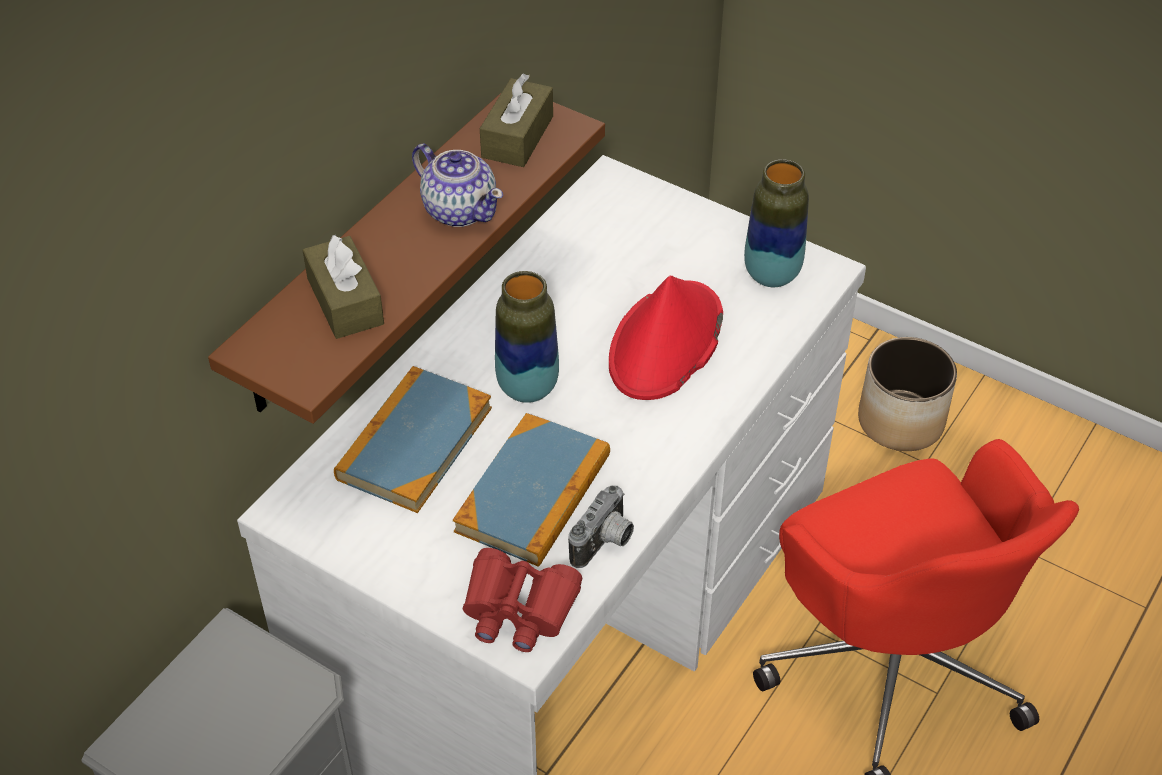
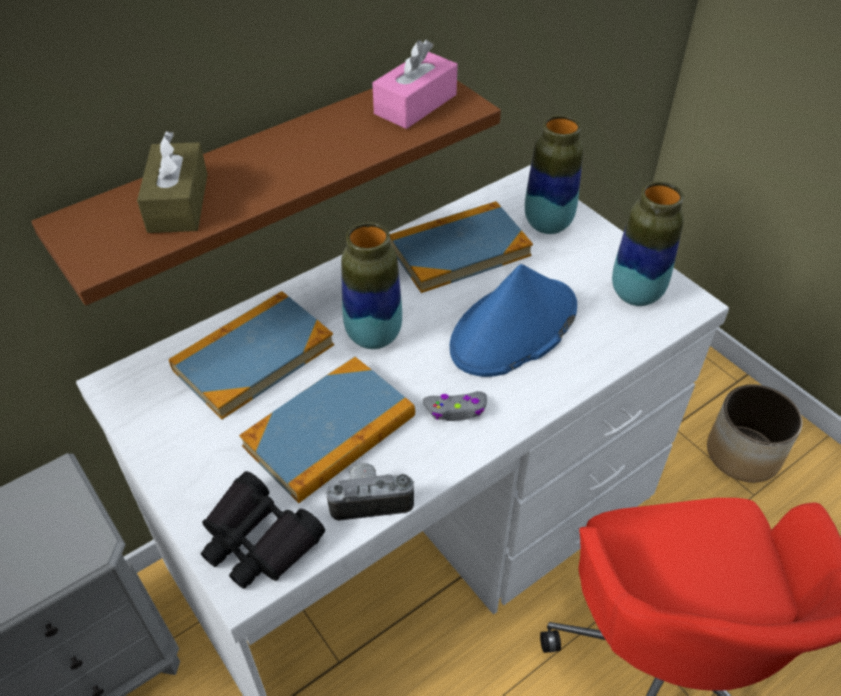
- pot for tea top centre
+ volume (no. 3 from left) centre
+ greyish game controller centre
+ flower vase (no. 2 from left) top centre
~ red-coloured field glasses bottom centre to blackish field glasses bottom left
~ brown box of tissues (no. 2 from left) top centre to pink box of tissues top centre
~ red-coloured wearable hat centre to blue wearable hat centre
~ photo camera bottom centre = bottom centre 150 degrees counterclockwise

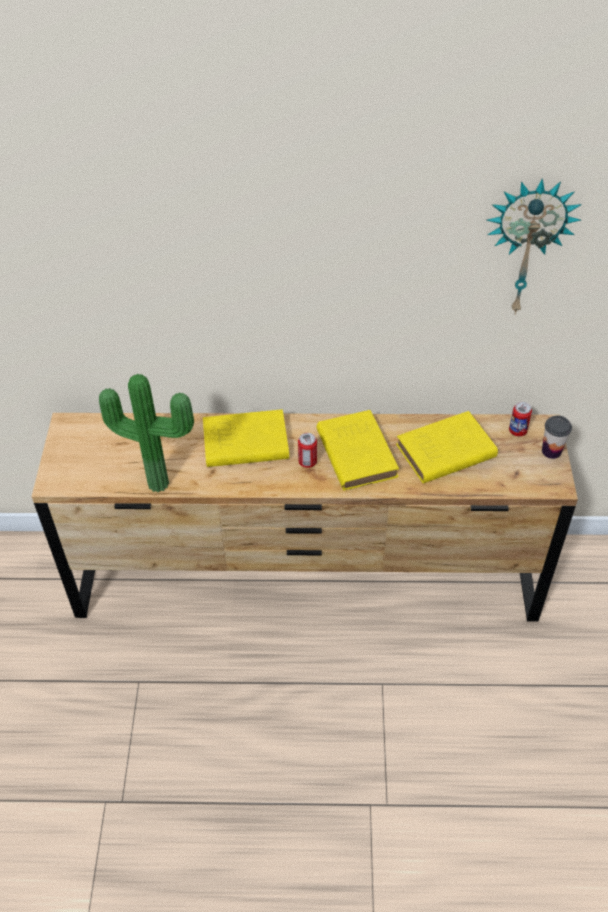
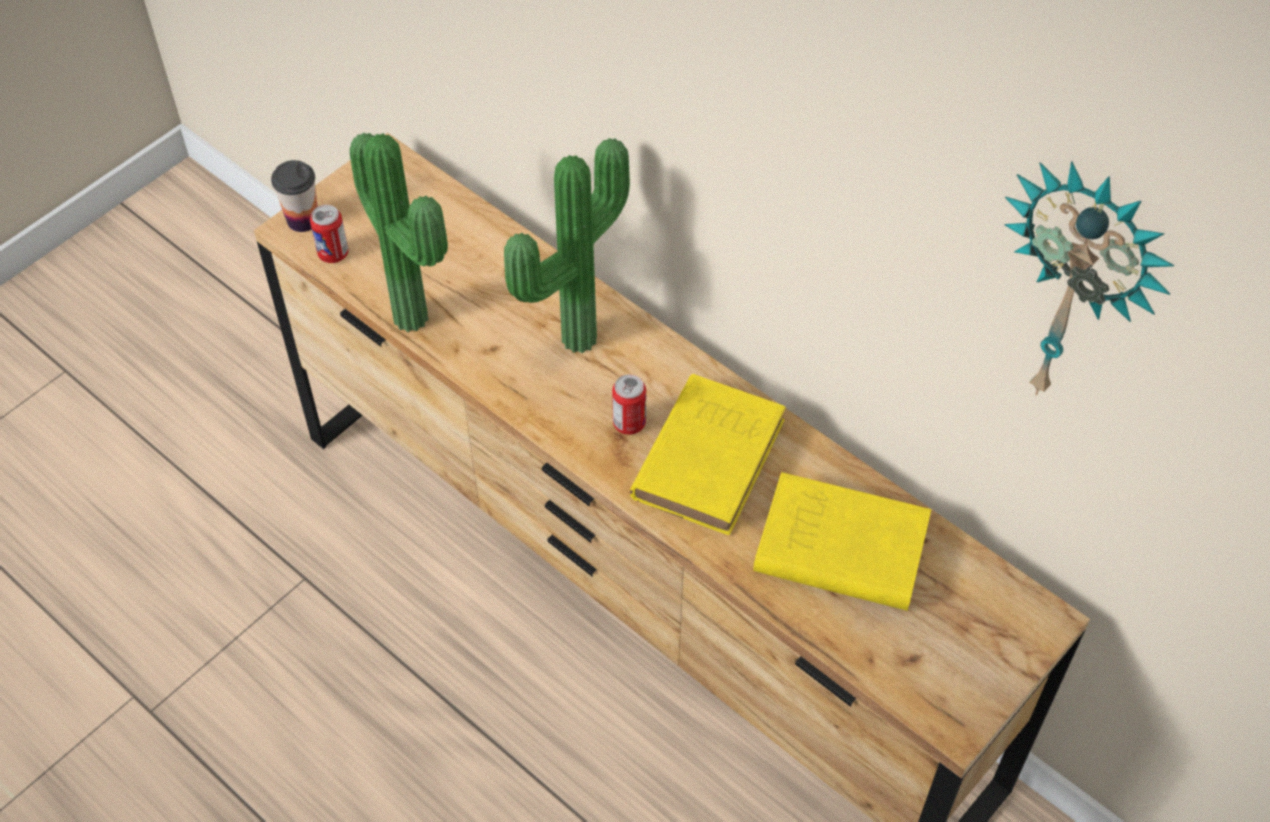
~ sealed can (no. 2 from left in the first image) middle right to sealed can (no. 1 from left) top left
~ small cup middle right to top left
~ yellow-coloured volume (no. 1 from left) centre to houseplant (no. 2 from left) top centre

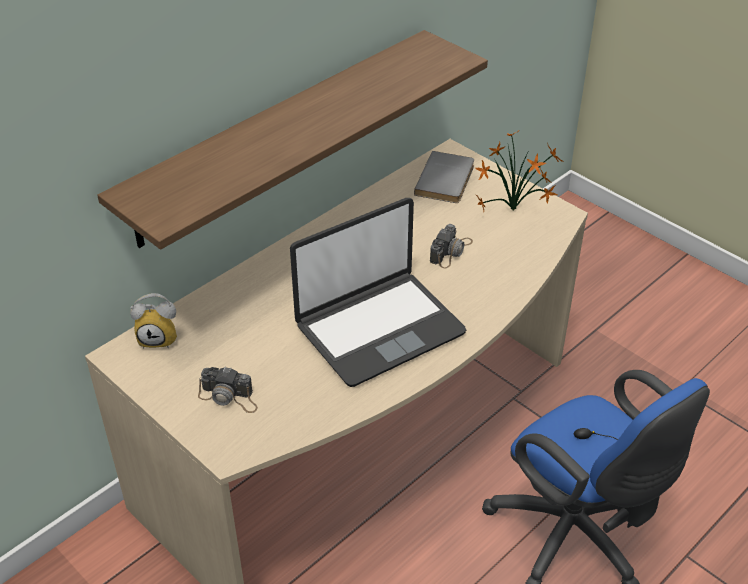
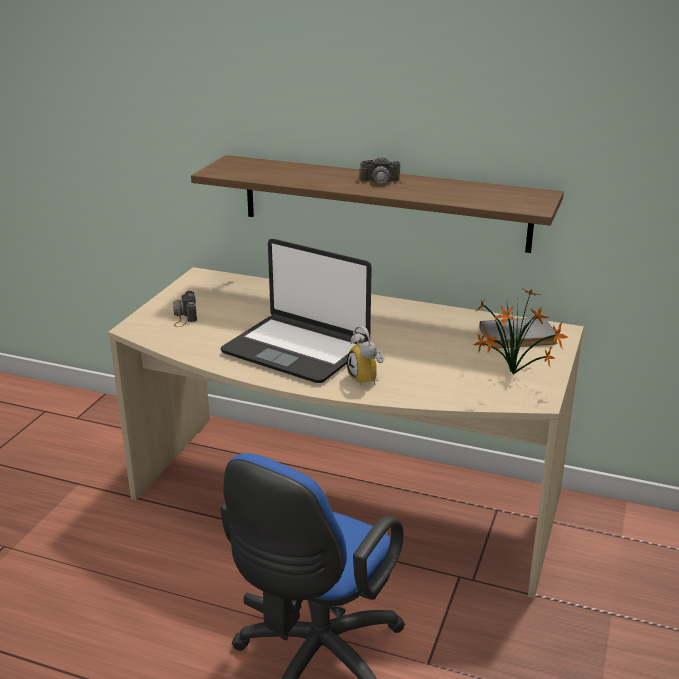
~ bedside clock middle left to centre
~ photo camera (no. 2 from left) centre to top centre

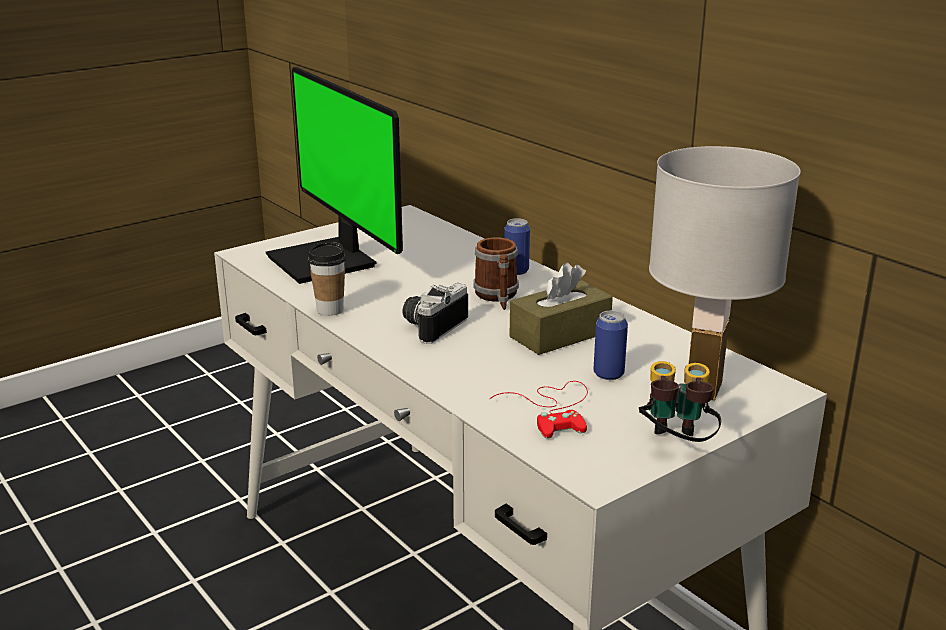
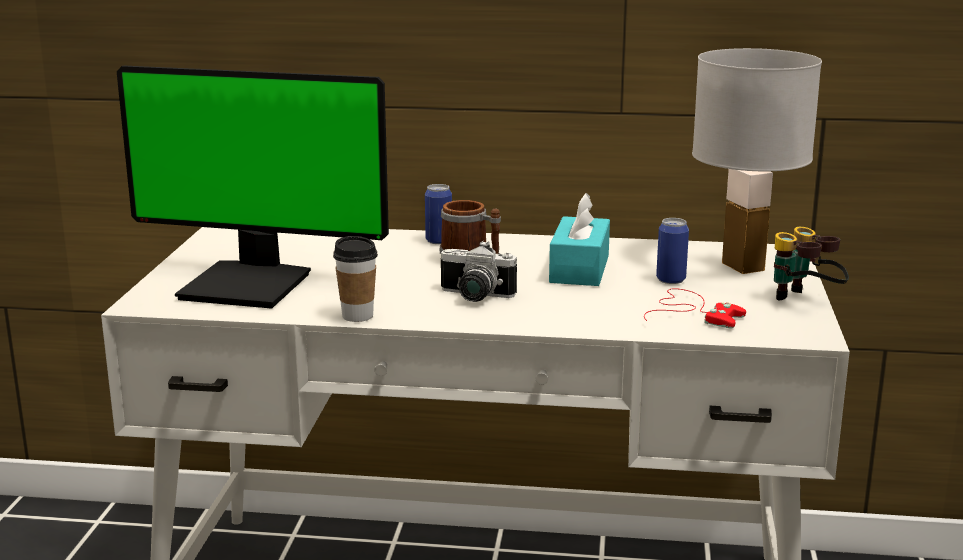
~ brown box of tissues centre to turquoise box of tissues centre
~ photo camera centre = centre 60 degrees counterclockwise

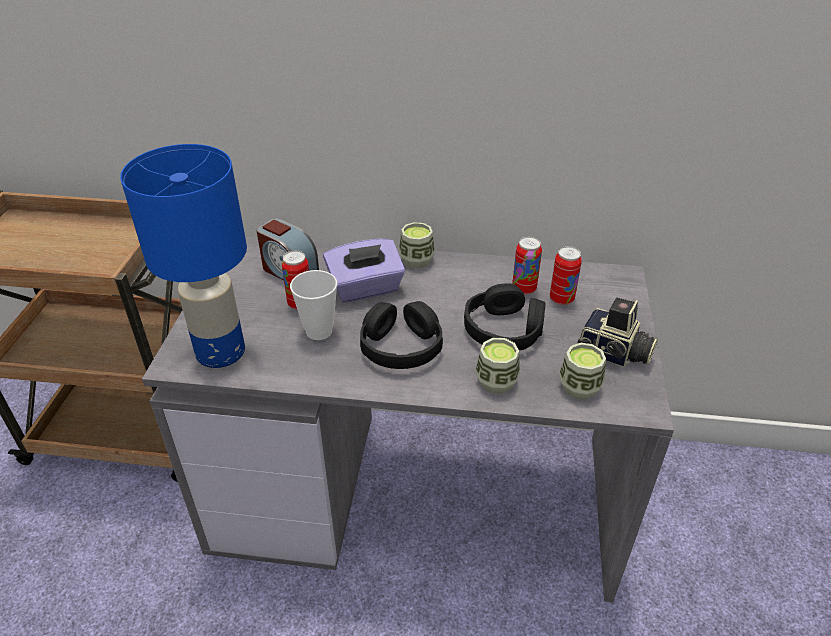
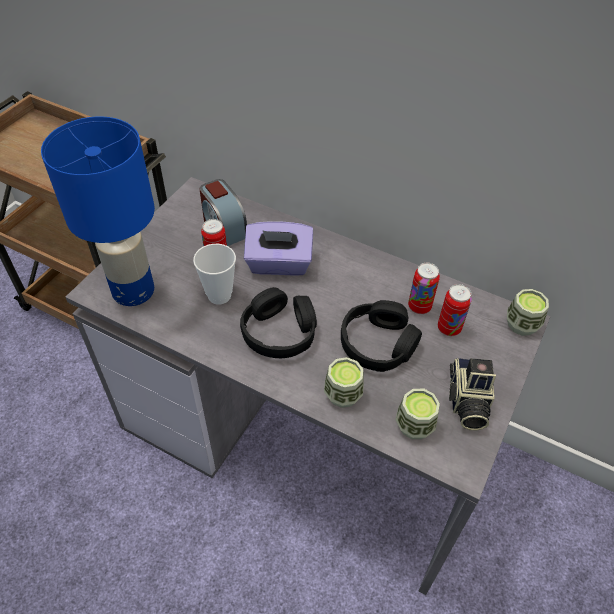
~ small cup (no. 2 from left in the first image) centre to small cup (no. 4 from left) middle right
~ photo camera middle right = middle right 45 degrees clockwise

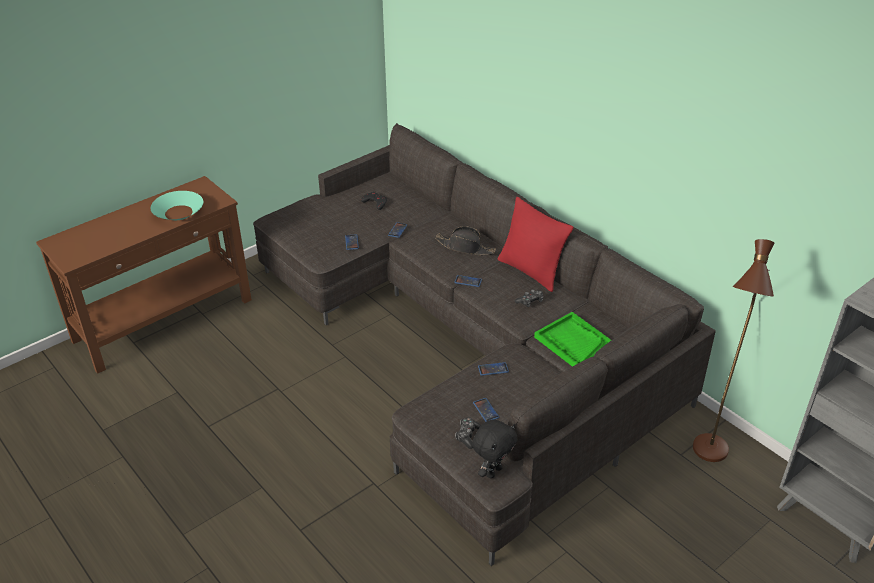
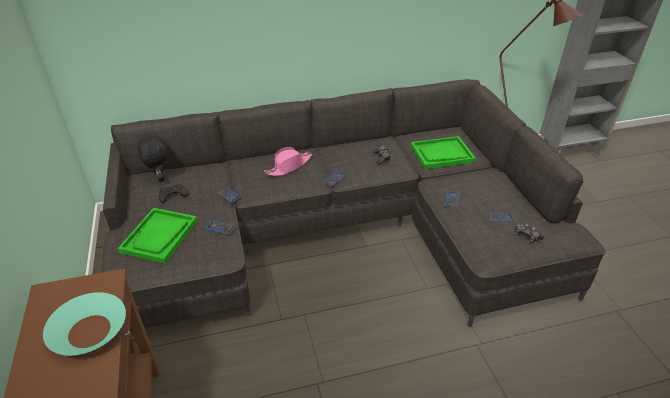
- red-coloured cushion centre
+ greenish serving tray (no. 1 from left) middle left
~ blackish soft toy bottom centre to middle left
~ blackish wearable hat centre to pink wearable hat centre

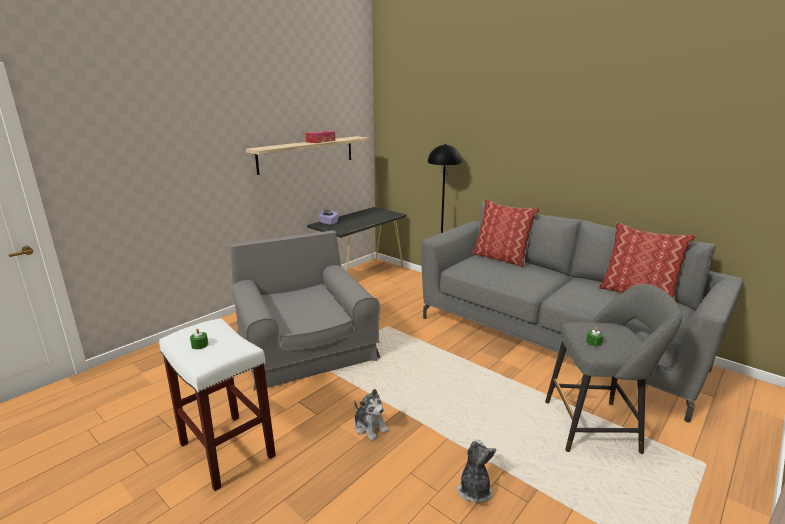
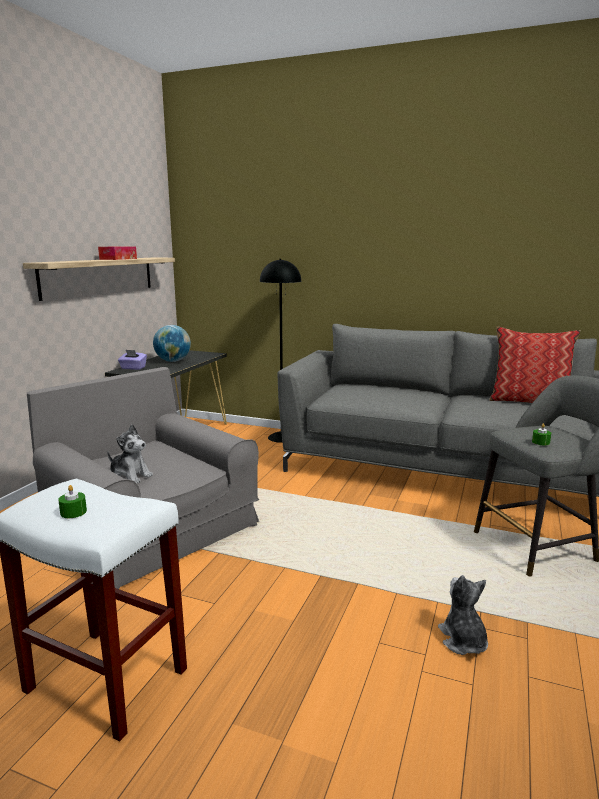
- cushion (no. 1 from left) centre
+ globe middle left
~ soft toy (no. 1 from left) bottom centre to middle left

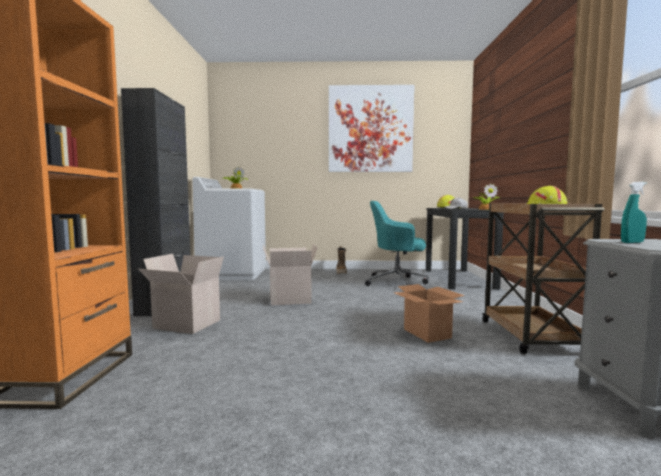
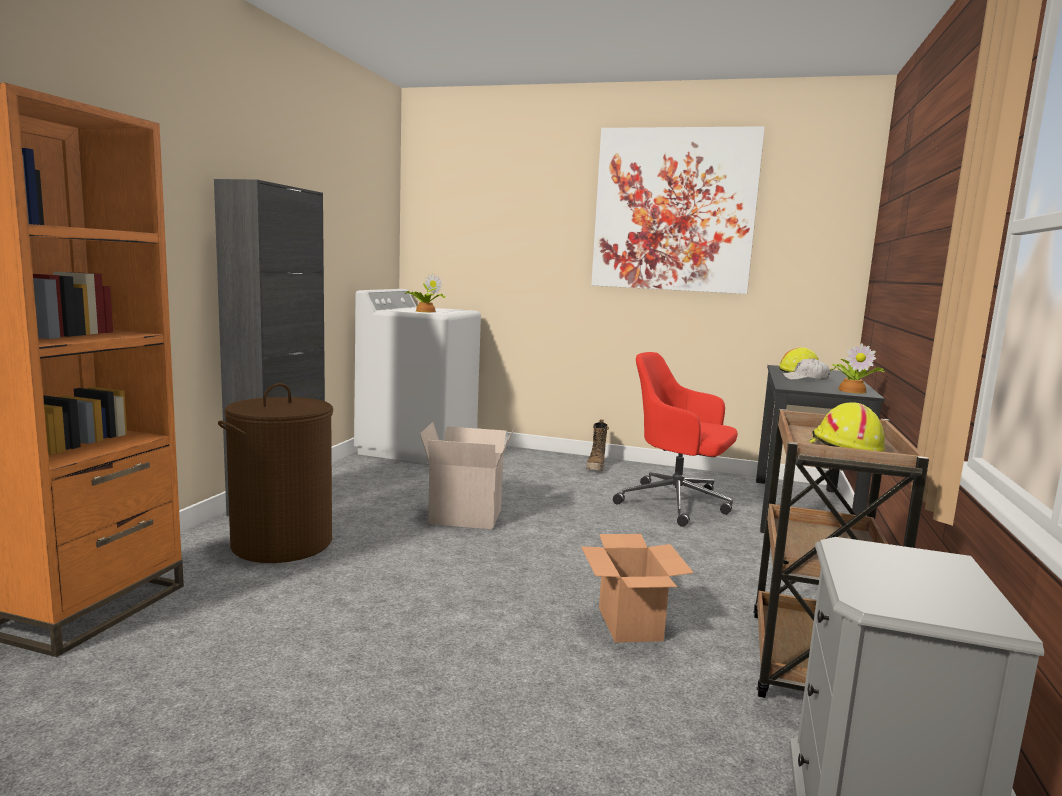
- turquoise sprayer middle right
~ cardboard box (no. 1 from left) middle left to brown washing basket middle left
~ turquoise desk chair centre to red-coloured desk chair centre

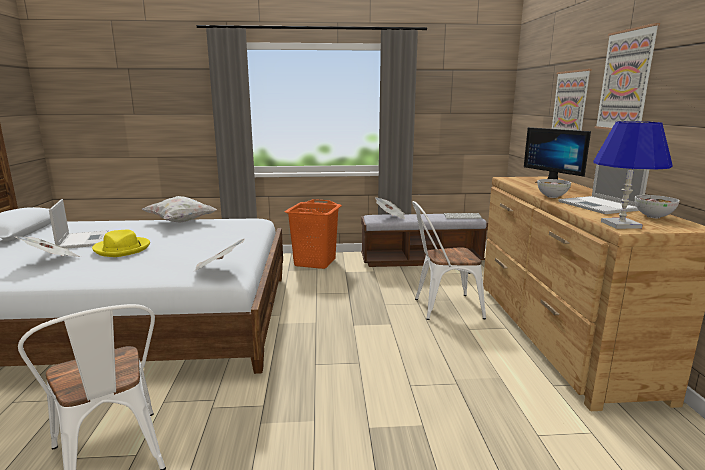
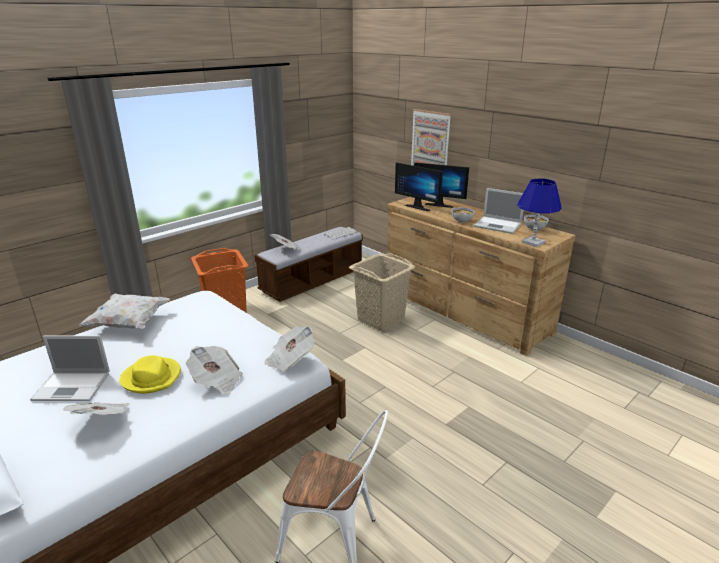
- wall art (no. 2 from left) top right
+ printed paper (no. 2 from left) middle left
+ computer display (no. 1 from left) top centre
~ whitish chair (no. 2 from left) centre to sand-coloured washing basket centre
~ portable computer (no. 1 from left) middle left = middle left 150 degrees clockwise

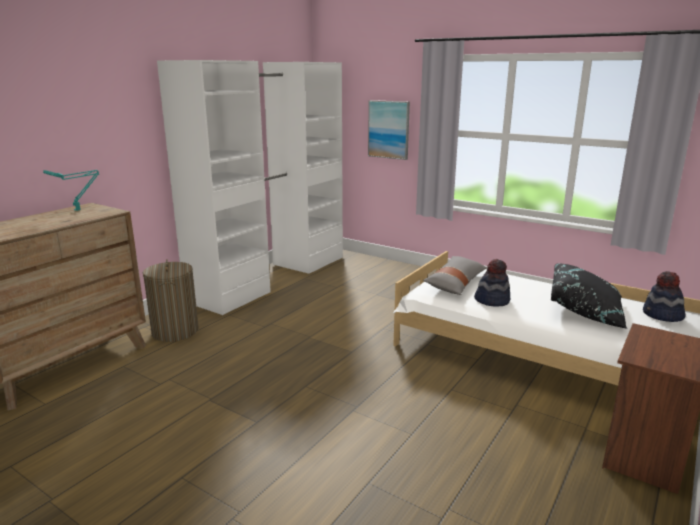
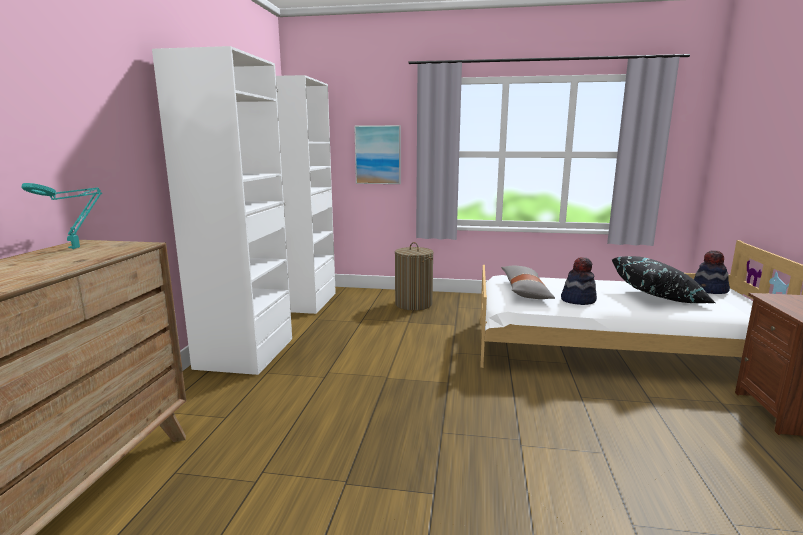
~ washing basket middle left to centre

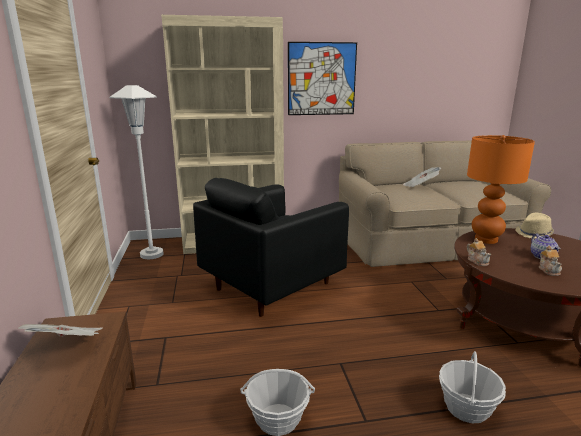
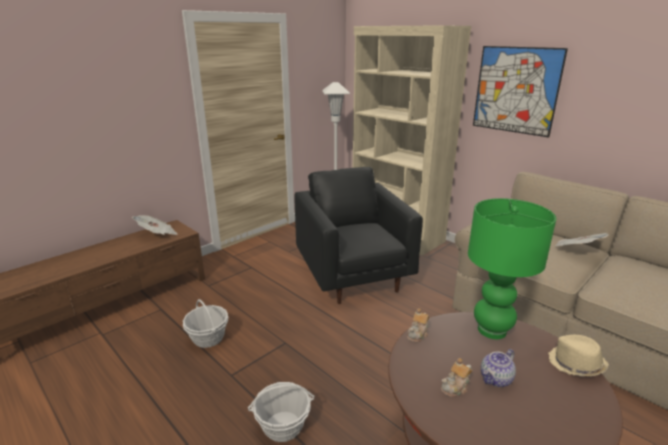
~ orange table lamp middle right to greenish table lamp middle right
~ blackish lounge chair centre = centre 60 degrees clockwise

